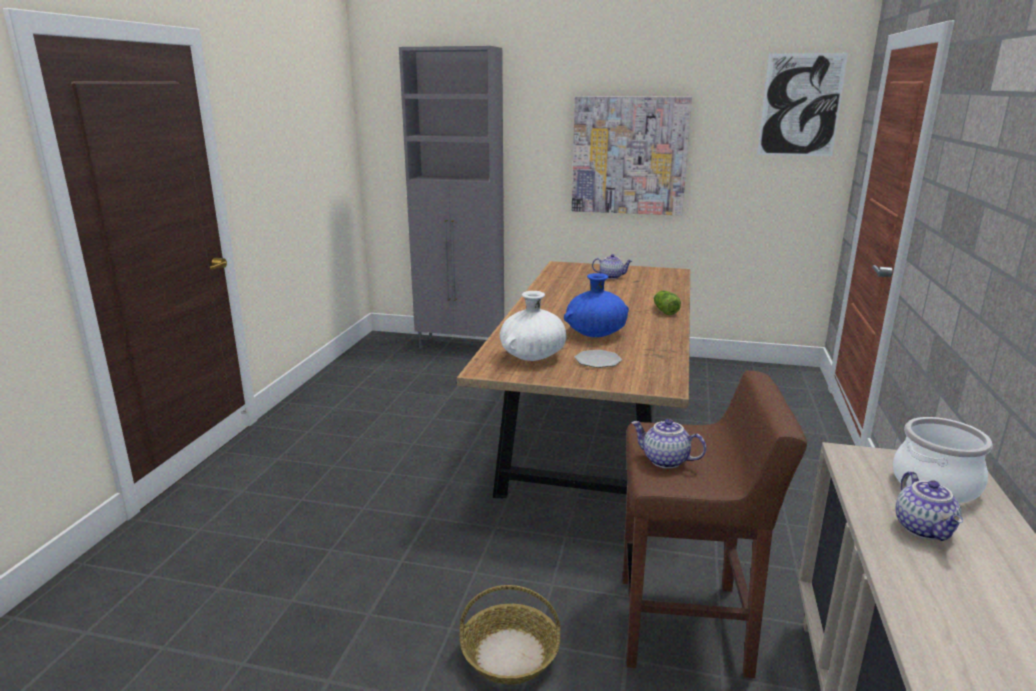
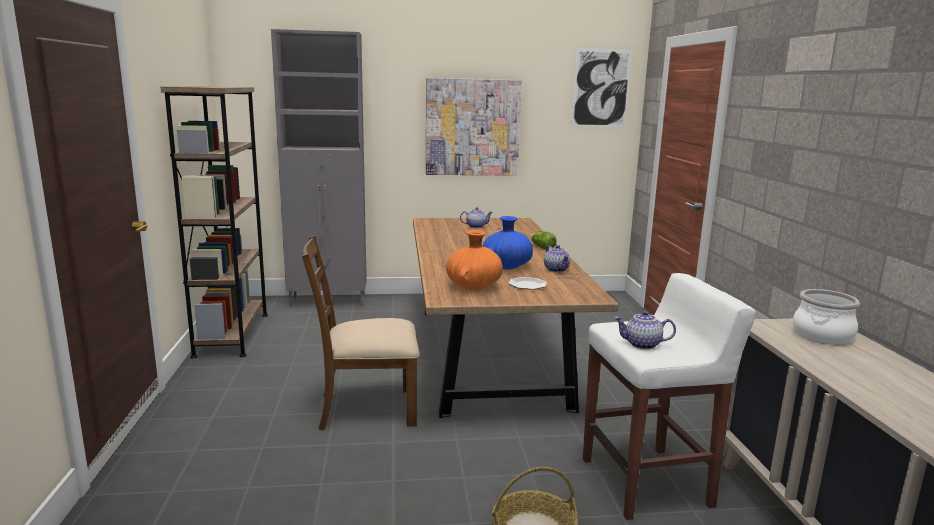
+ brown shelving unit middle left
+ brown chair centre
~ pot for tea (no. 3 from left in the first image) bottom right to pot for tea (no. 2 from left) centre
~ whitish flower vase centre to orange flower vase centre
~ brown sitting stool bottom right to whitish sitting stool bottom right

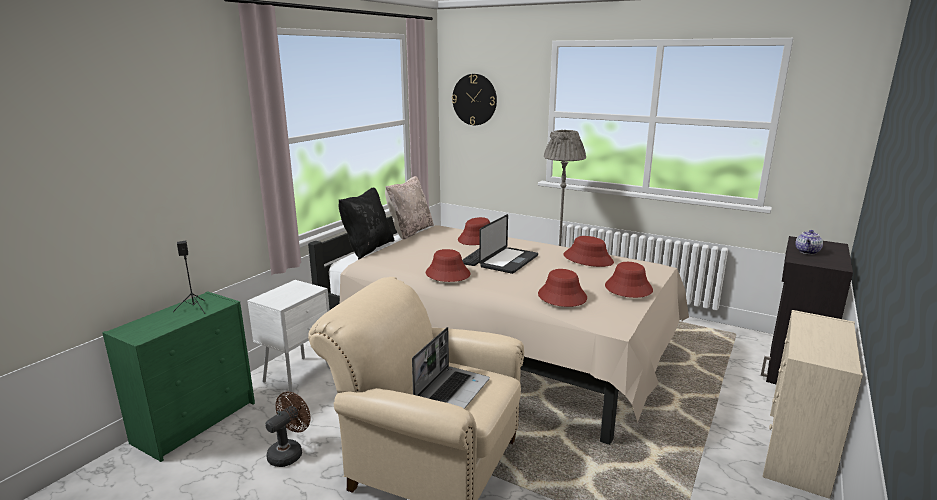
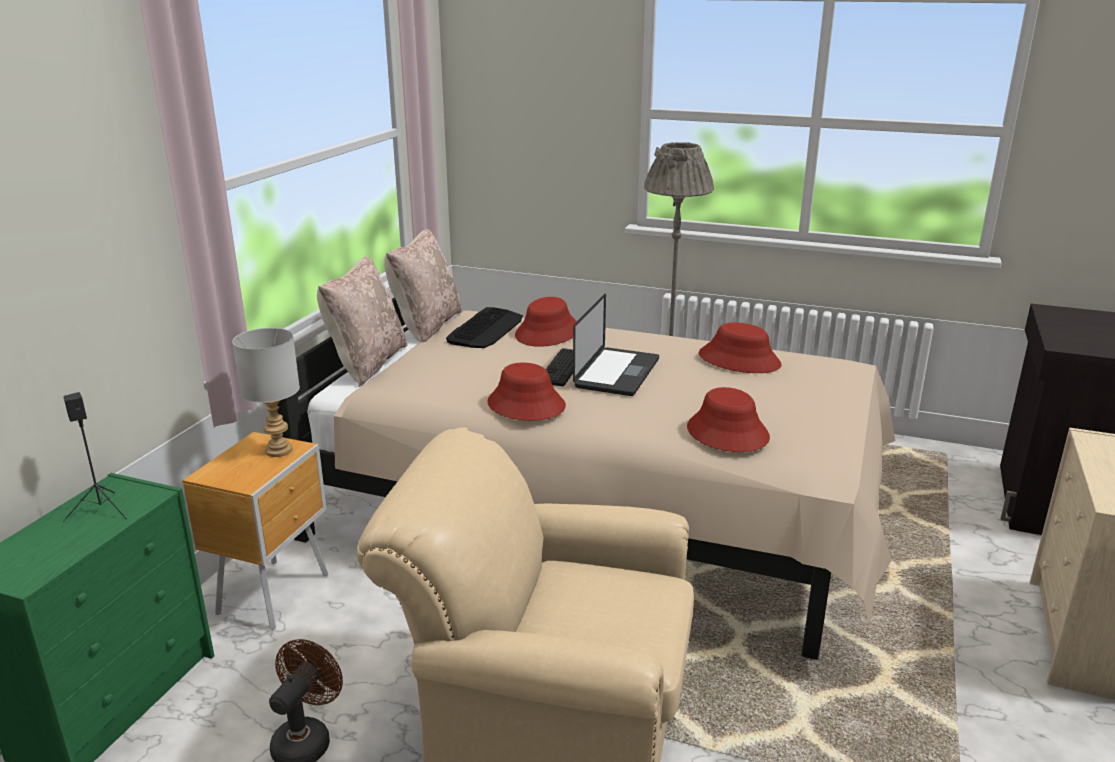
- portable computer (no. 1 from left) bottom centre
- hanging clock top centre
- red-coloured wearable hat (no. 5 from left) middle right
- pot for tea middle right
+ greyish table lamp middle left
+ keyboard (no. 1 from left) centre
~ whitish bedside table bottom left to brown bedside table bottom left
~ blackish cushion centre to sand-coloured cushion (no. 1 from left) middle left

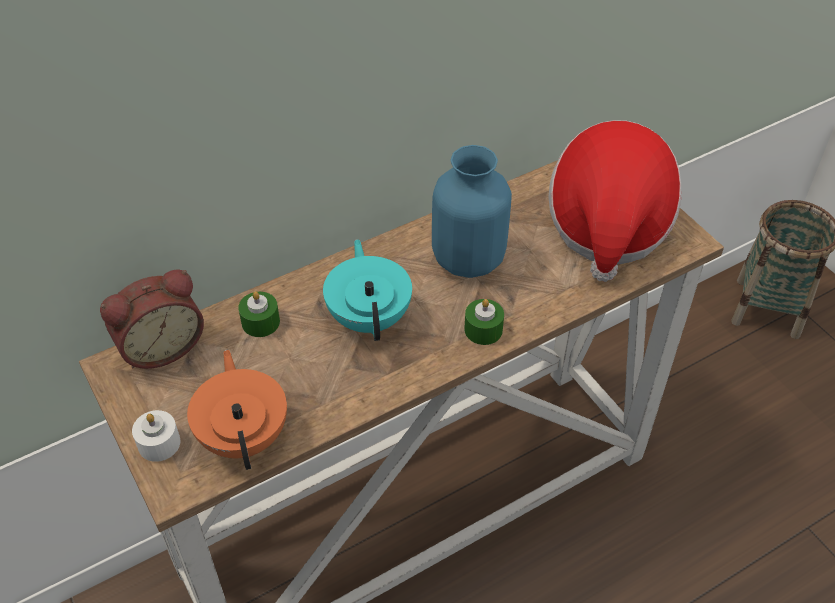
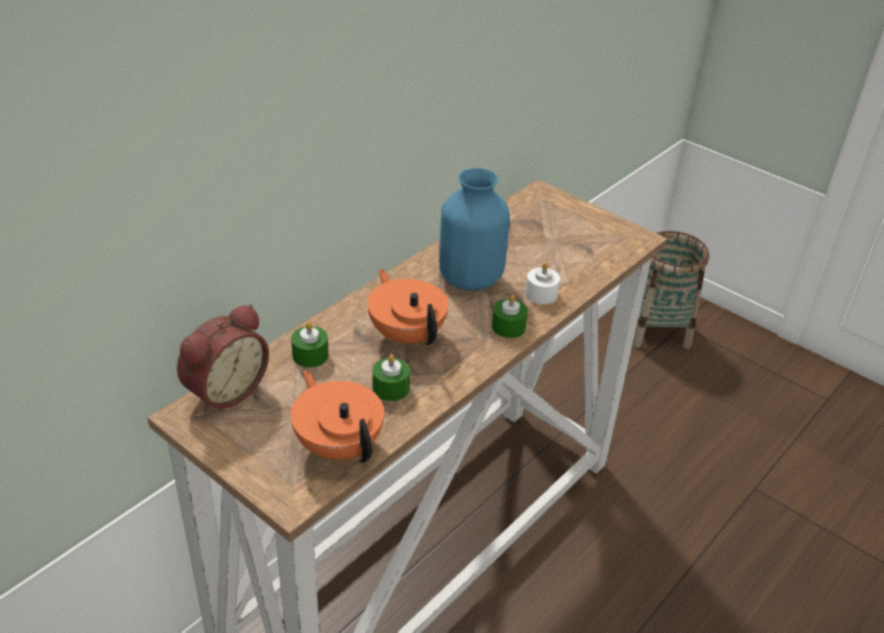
- wearable hat middle right
+ greenish candle (no. 2 from left) centre
~ whitish candle bottom left to centre
~ turquoise pot for tea centre to orange pot for tea (no. 2 from left) centre

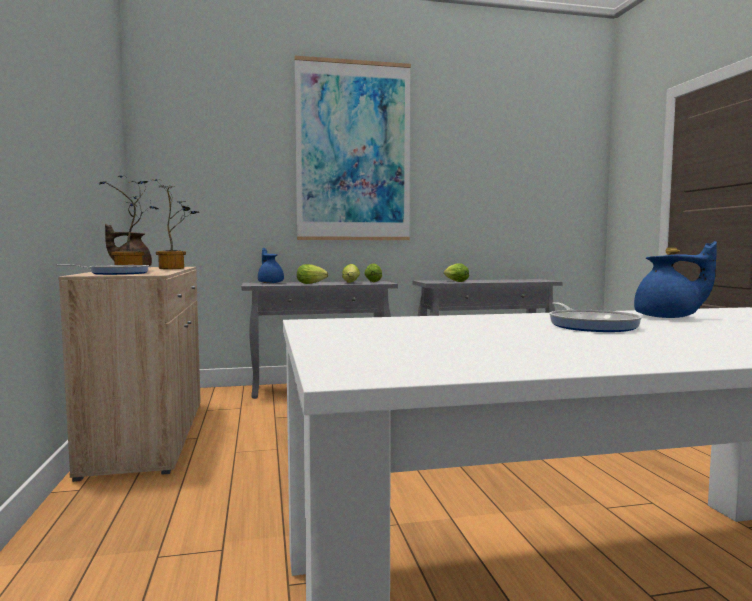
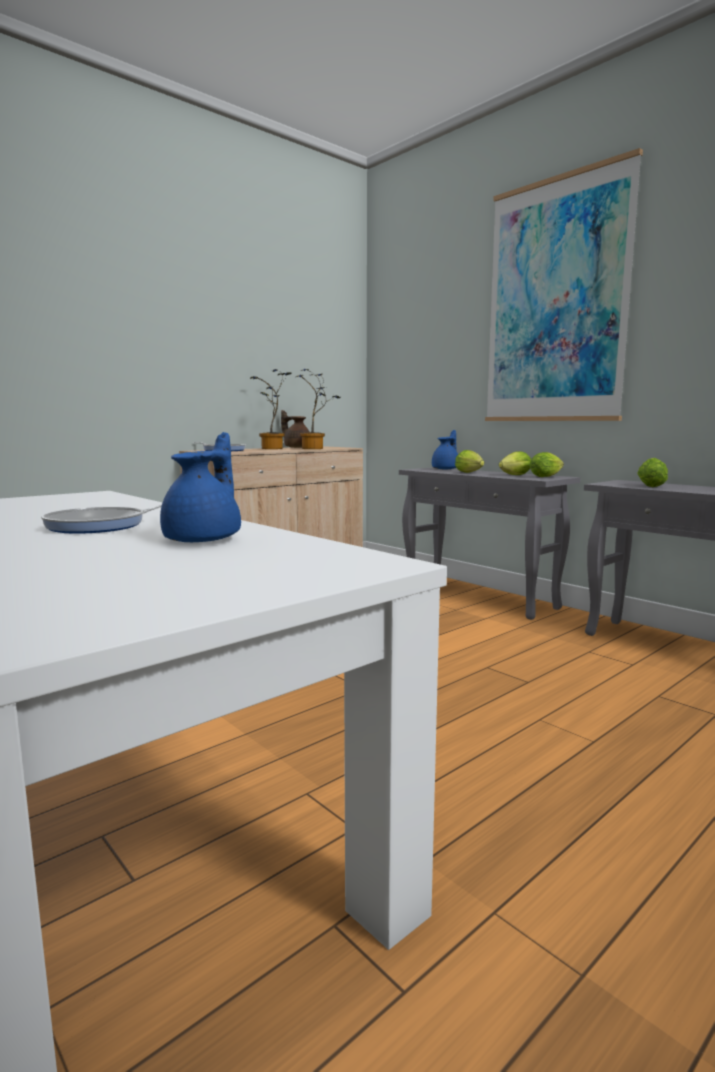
~ blue pot for tea (no. 2 from left in the first image) middle right = middle left 150 degrees counterclockwise

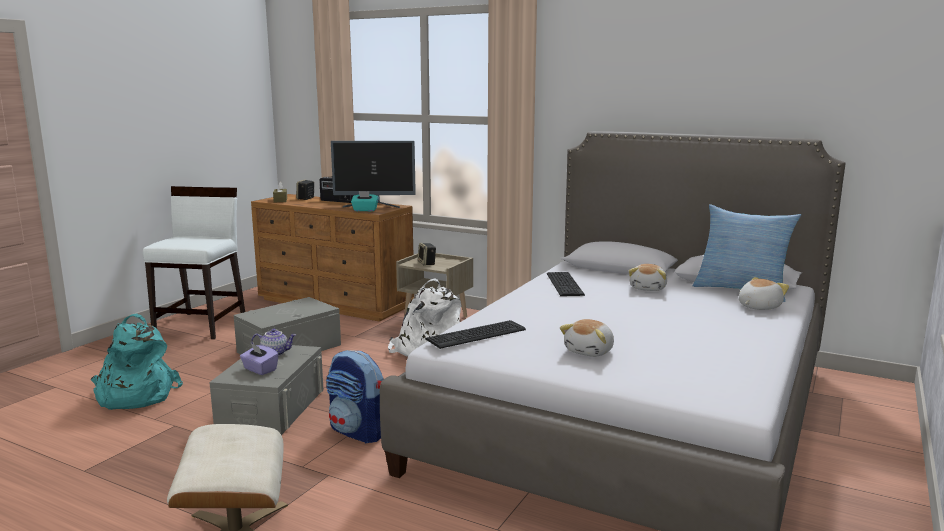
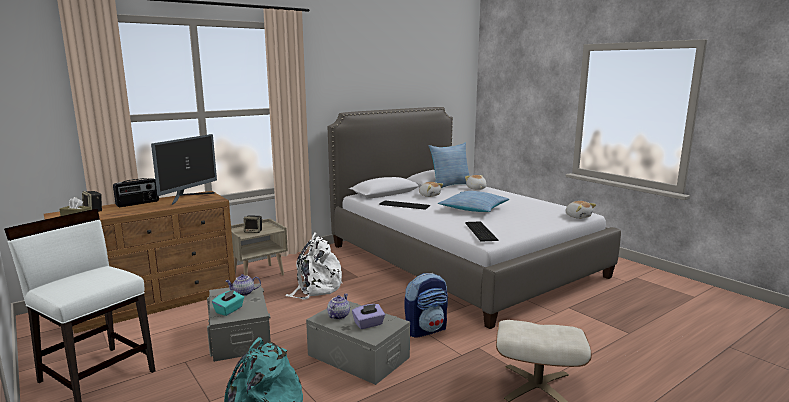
+ pot for tea (no. 1 from left) bottom left
+ cushion (no. 2 from left) centre
~ turquoise box of tissues centre to bottom left
~ soft toy (no. 1 from left in the first image) centre to soft toy (no. 3 from left) middle right

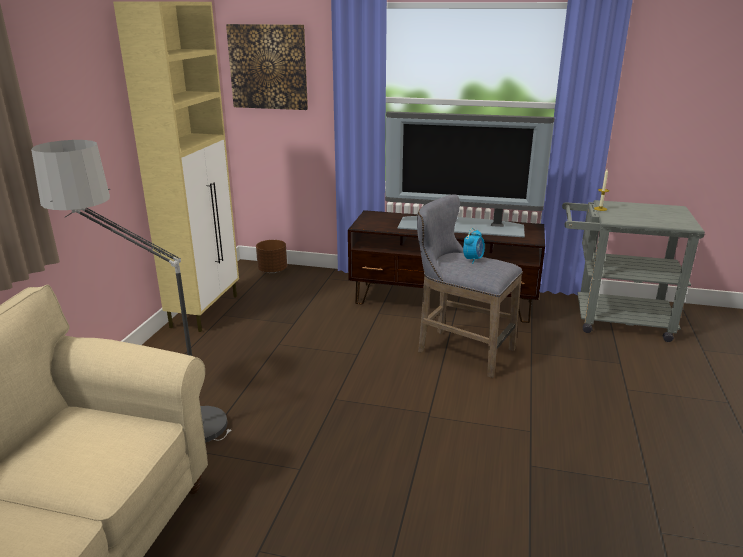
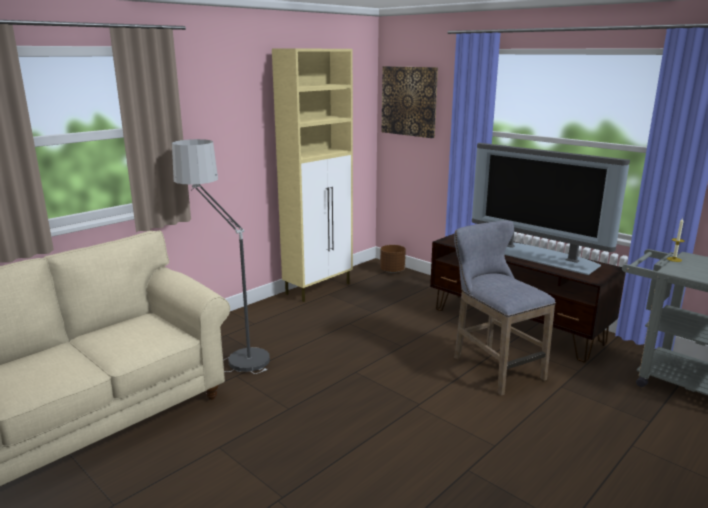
- bedside clock centre

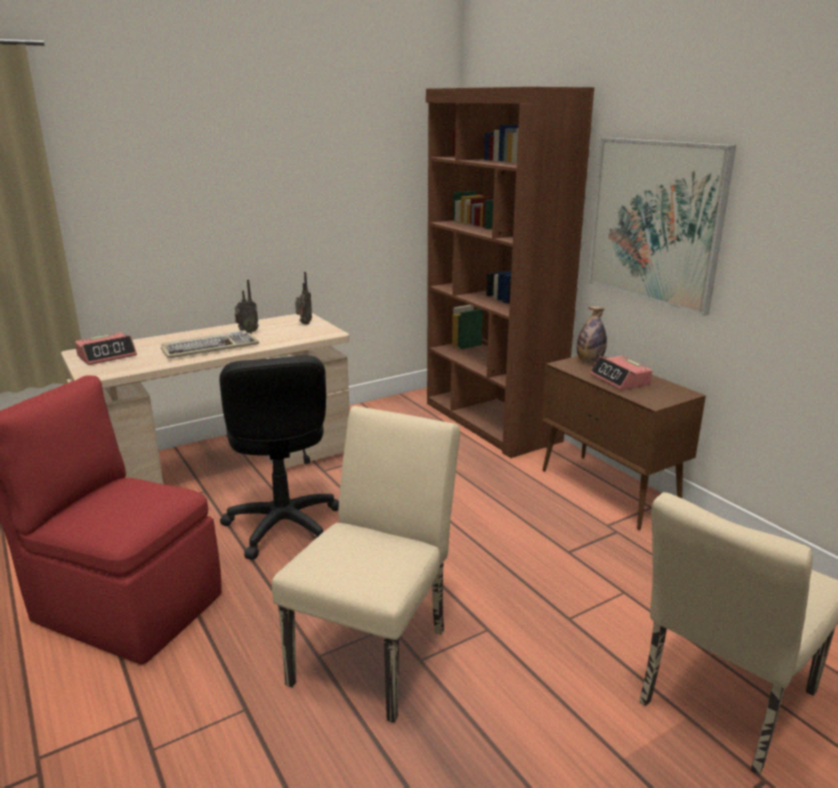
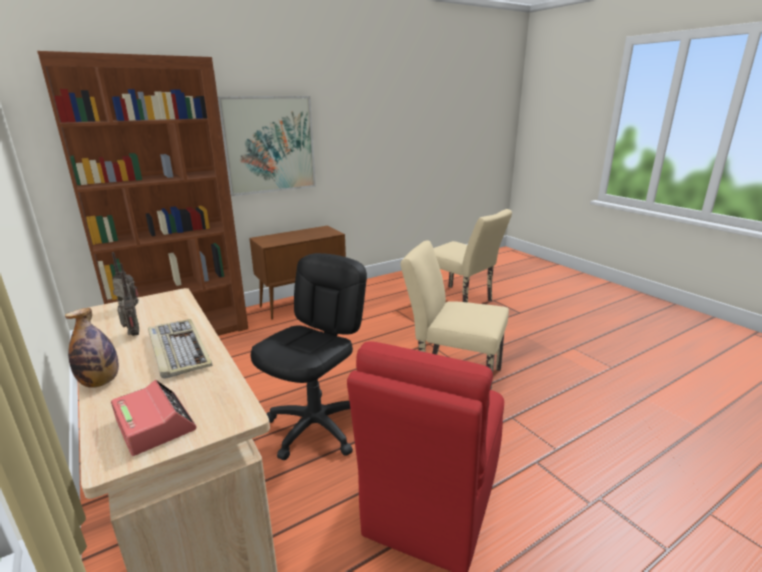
- bedside clock (no. 2 from left) middle right
~ beverage bottle middle right to middle left
~ blackish desk chair middle left = centre 45 degrees counterclockwise

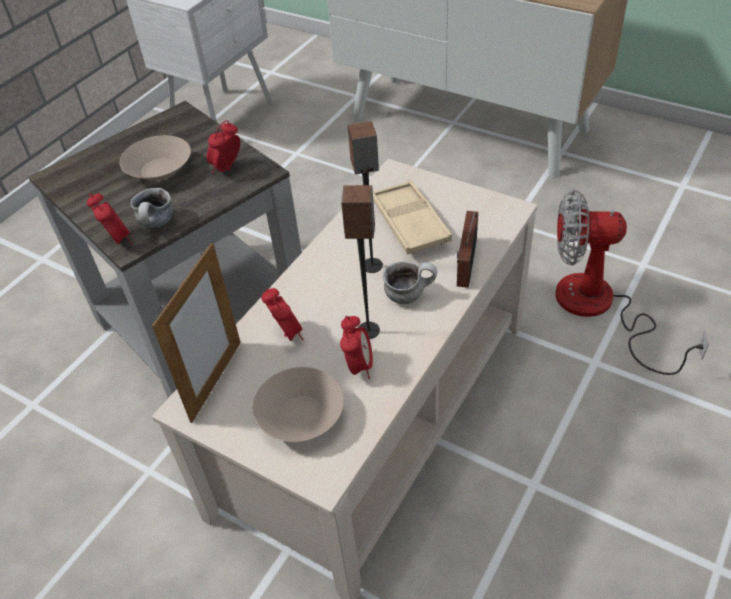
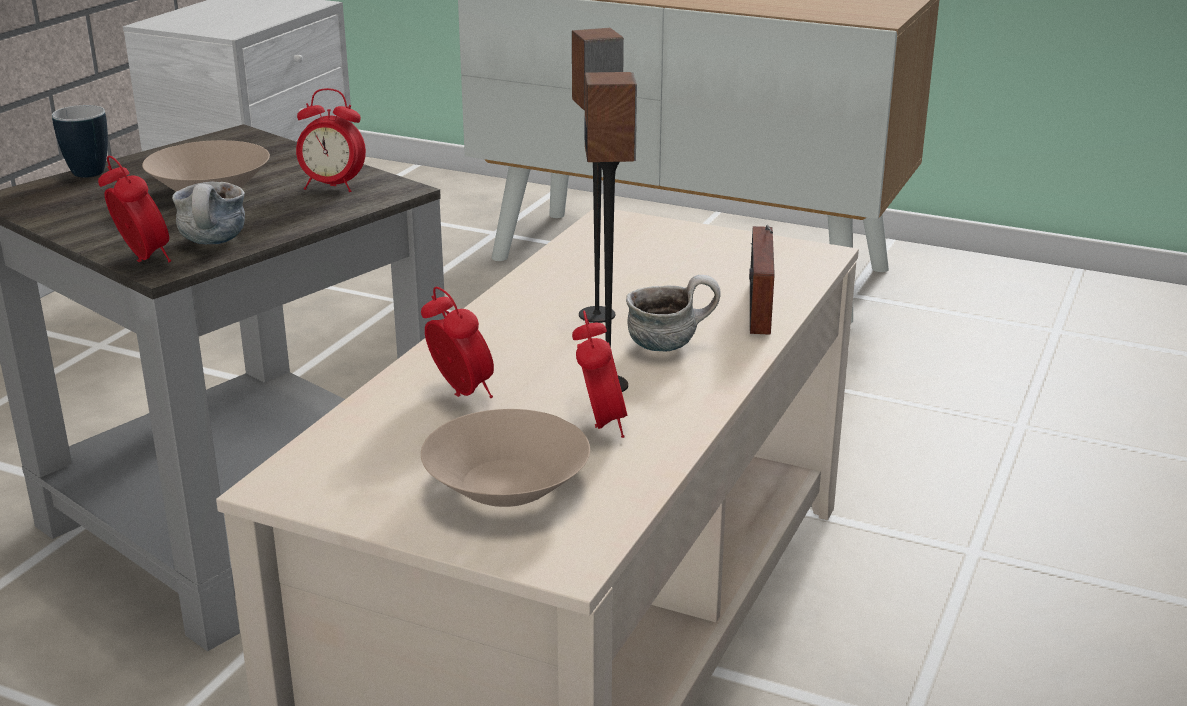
- picture frame middle left
- sand-coloured serving tray centre
- fan middle right
+ mug (no. 1 from left) top left
~ bedside clock (no. 2 from left) top left = top left 105 degrees counterclockwise

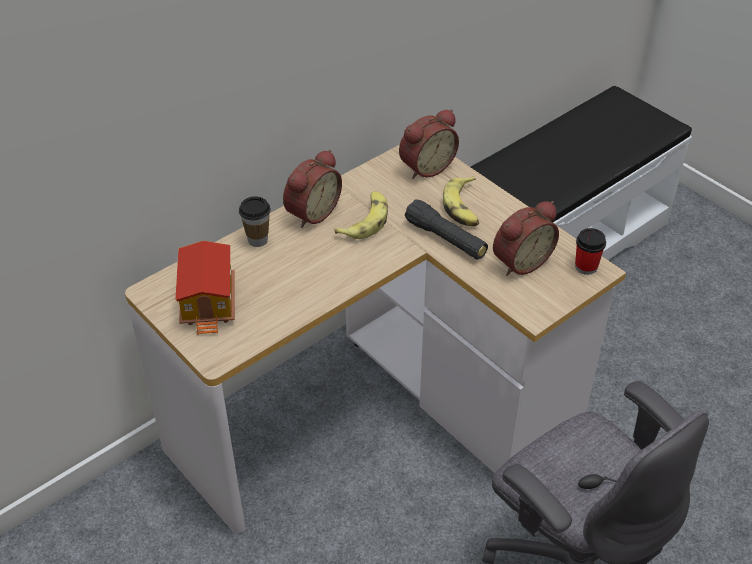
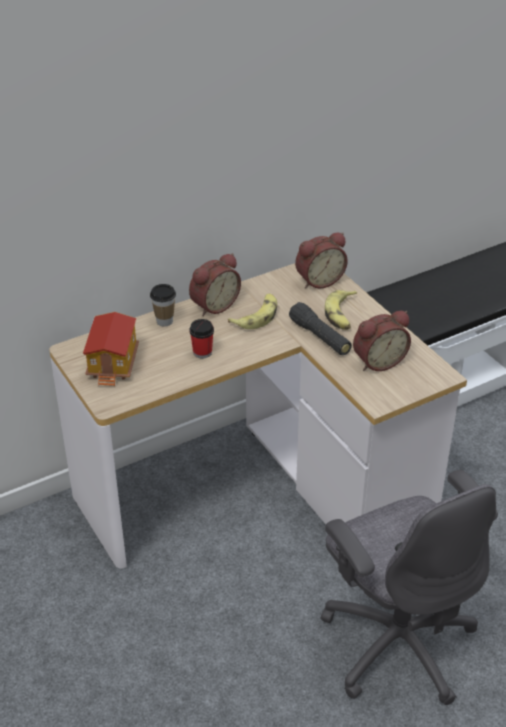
~ small cup (no. 2 from left) middle right to centre

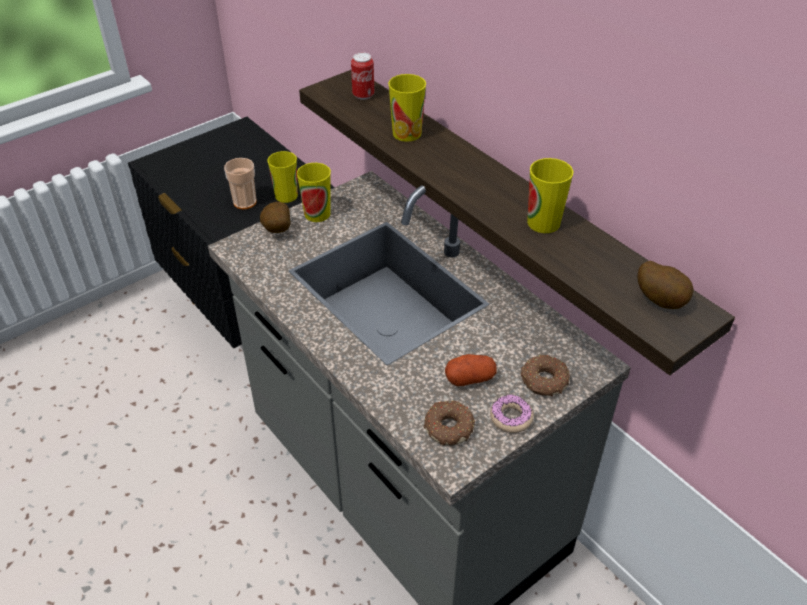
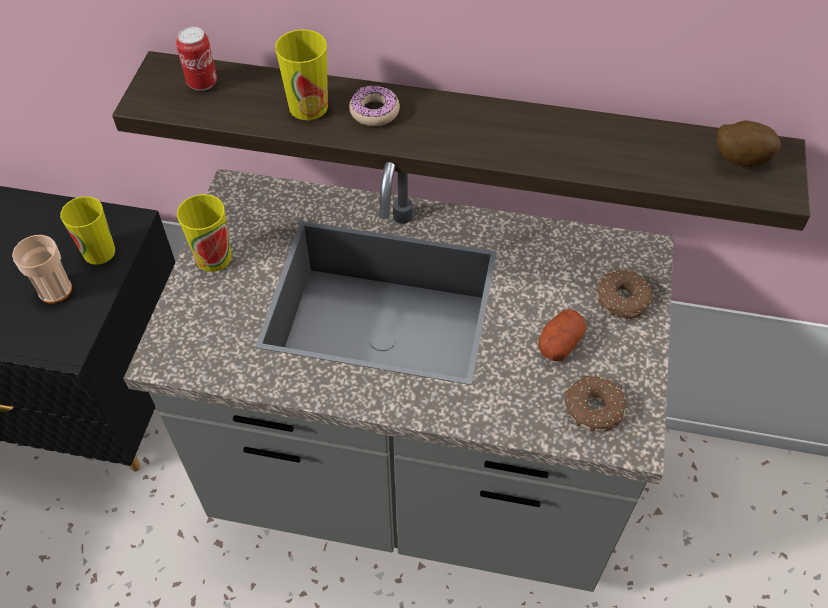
- potato (no. 1 from left) centre
- small cup (no. 5 from left) top right
~ doughnut (no. 2 from left in the first image) bottom centre to doughnut (no. 1 from left) top centre

